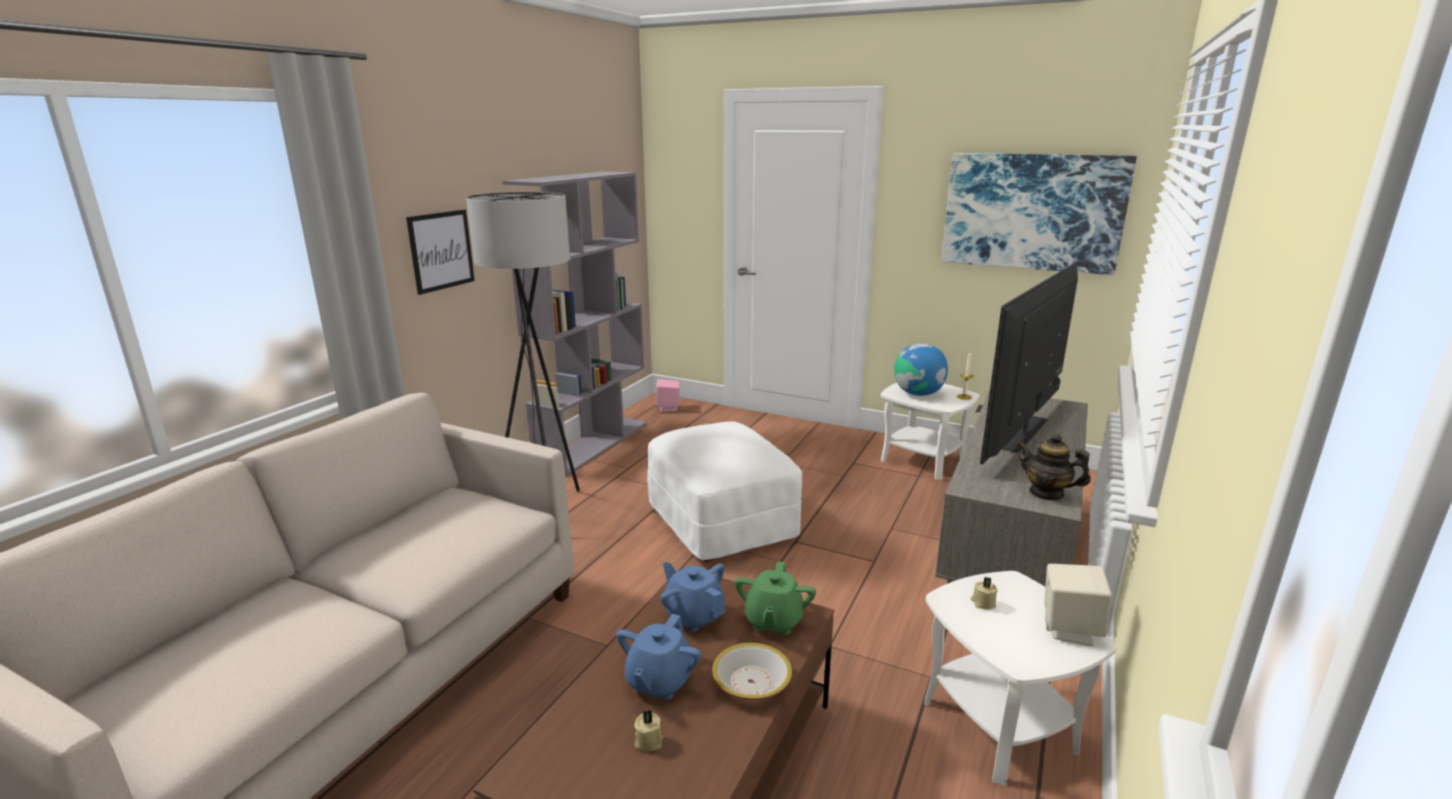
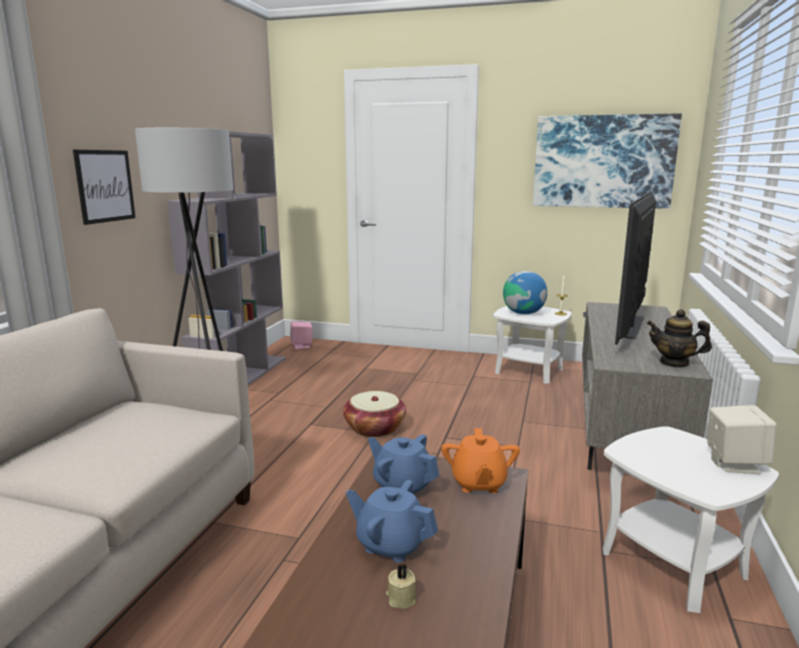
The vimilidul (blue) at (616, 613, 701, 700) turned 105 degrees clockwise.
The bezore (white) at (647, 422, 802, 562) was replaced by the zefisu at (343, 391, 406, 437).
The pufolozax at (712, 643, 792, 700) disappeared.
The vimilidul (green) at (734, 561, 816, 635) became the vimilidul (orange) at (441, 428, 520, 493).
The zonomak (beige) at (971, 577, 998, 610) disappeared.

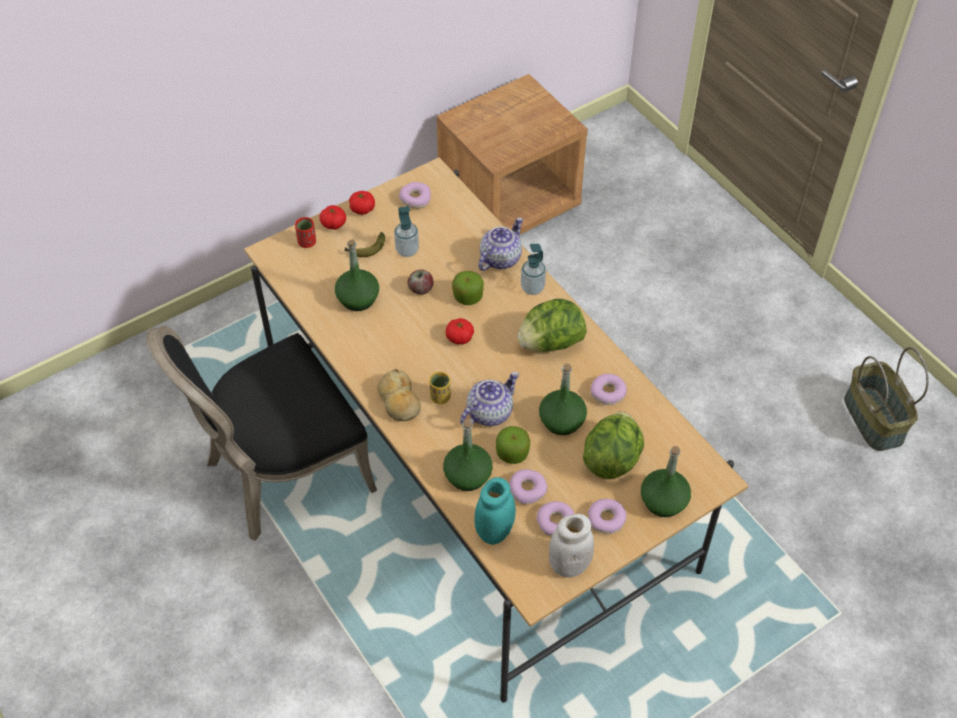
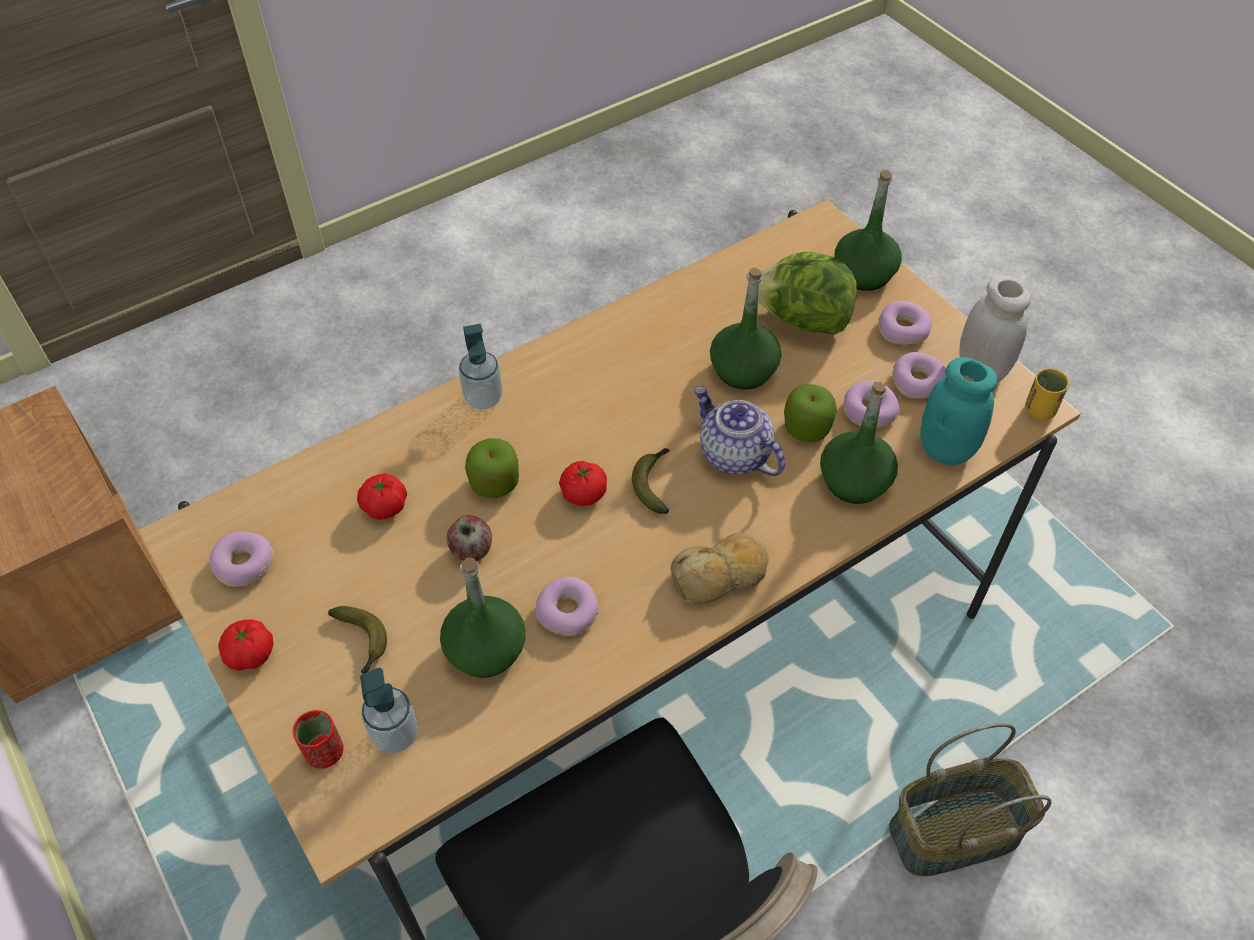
The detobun moved from (320, 205, 346, 230) to (357, 474, 407, 520).
The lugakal moved from (394, 206, 419, 257) to (360, 668, 418, 753).
The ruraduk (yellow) moved from (429, 372, 451, 404) to (1025, 368, 1069, 420).
The vimilidul at (478, 217, 523, 271) disappeared.
The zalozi at (517, 299, 586, 352) disappeared.
The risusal moved from (591, 374, 627, 405) to (535, 577, 598, 636).
The zefisu moved from (844, 347, 929, 451) to (889, 723, 1052, 876).
The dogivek at (632, 448, 669, 514) appeared.

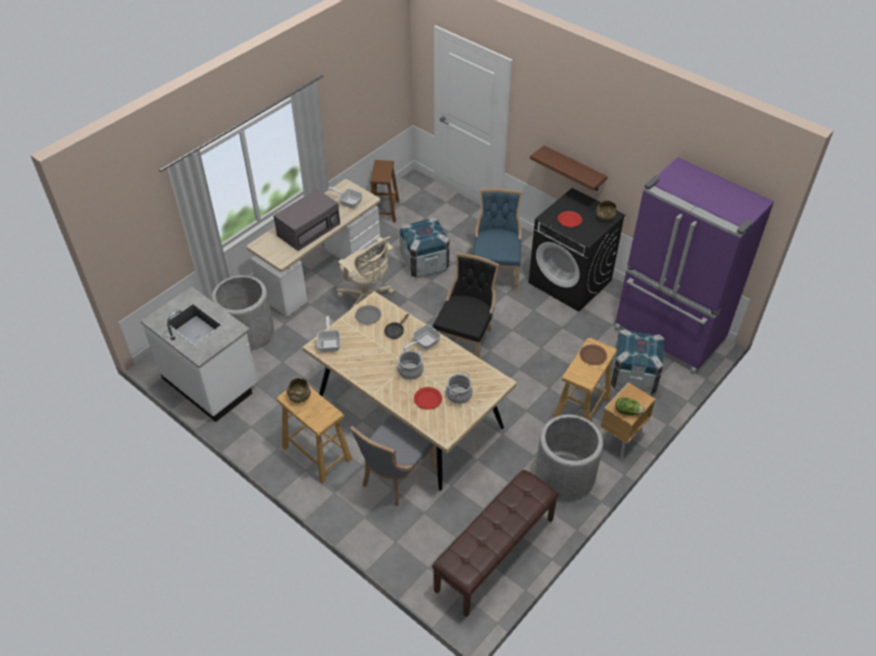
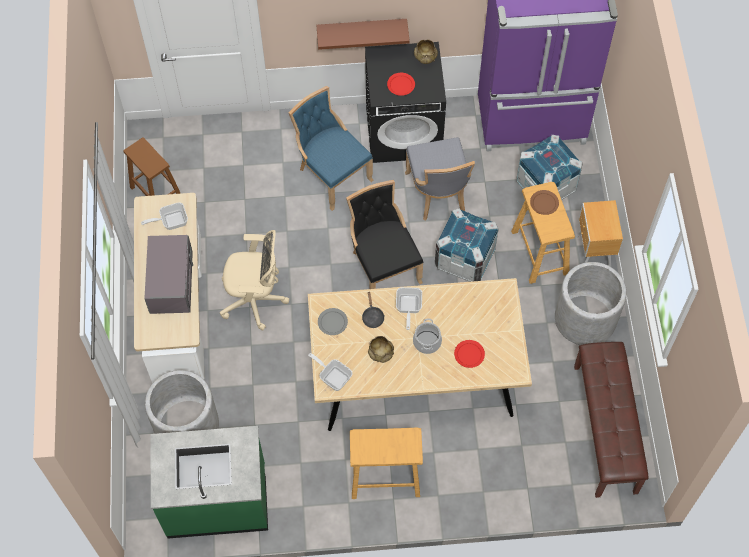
The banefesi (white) at (141, 286, 258, 422) became the banefesi (green) at (150, 426, 268, 538).
The pufolozax (beige) moved from (286, 378, 311, 403) to (368, 336, 394, 363).
The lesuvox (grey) moved from (350, 414, 437, 506) to (405, 137, 475, 221).
The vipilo moved from (400, 218, 449, 278) to (435, 208, 498, 282).
The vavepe at (446, 372, 473, 404) disappeared.
The zalozi at (615, 397, 645, 416) disappeared.

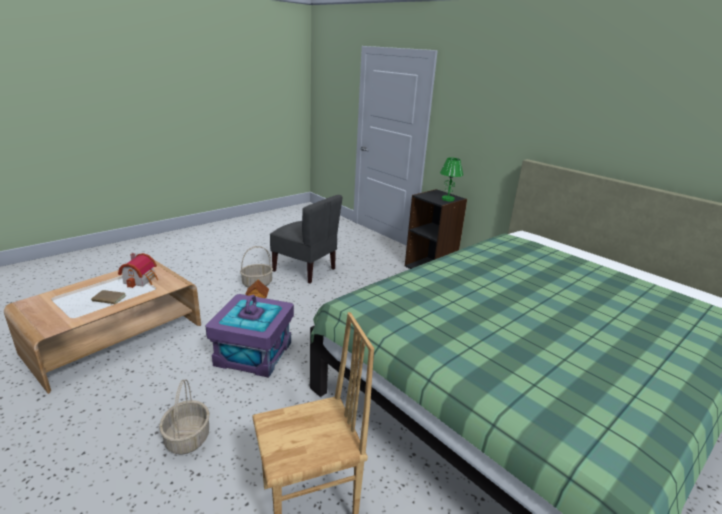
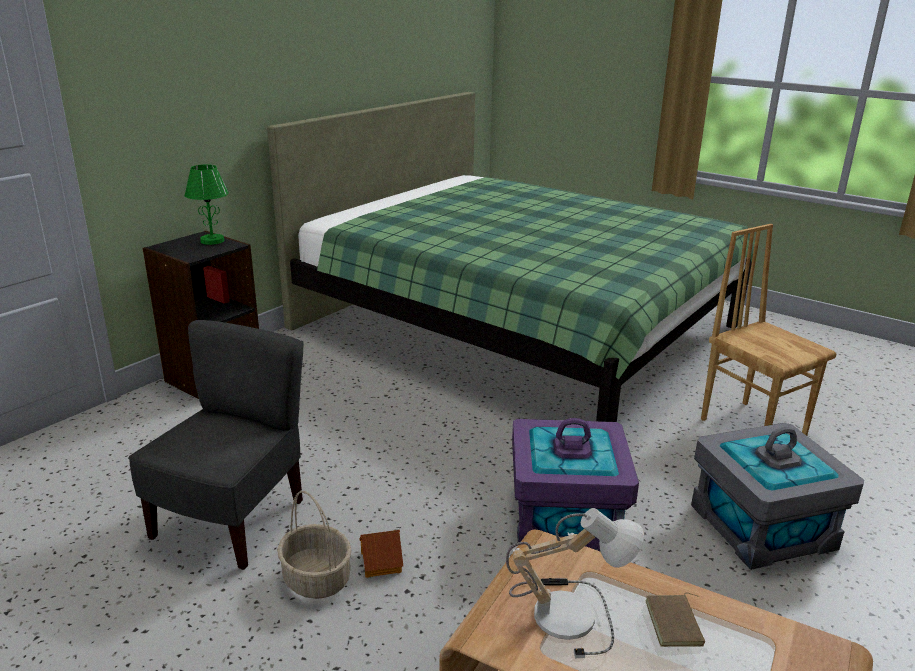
The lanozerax at (118, 253, 158, 288) was replaced by the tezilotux at (506, 508, 644, 658).
The zefisu at (159, 379, 210, 455) was replaced by the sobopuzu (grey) at (691, 423, 864, 570).

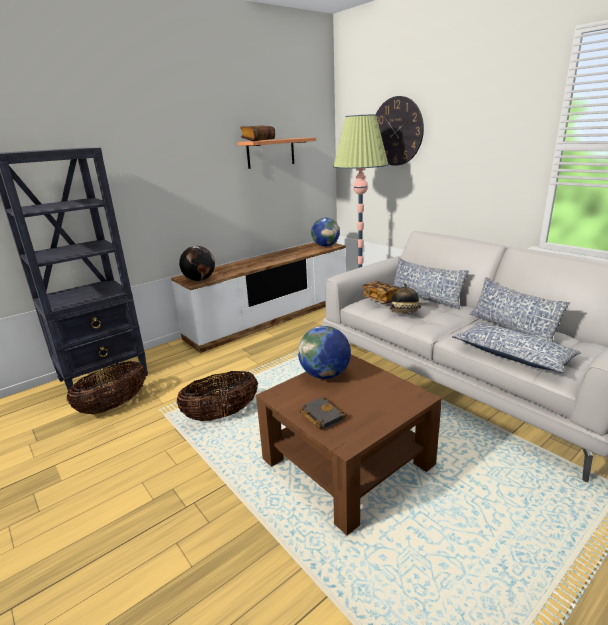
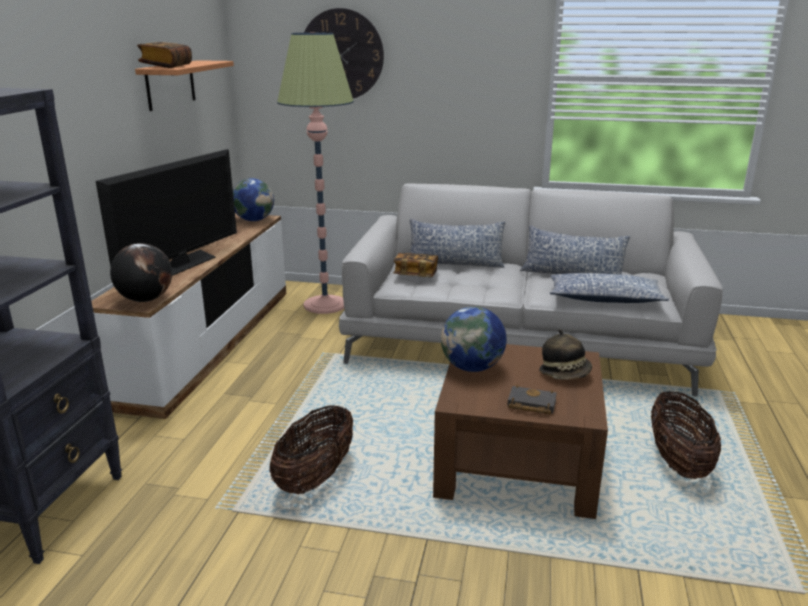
The zefisu moved from (67, 361, 146, 415) to (651, 391, 721, 479).
The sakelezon moved from (390, 283, 422, 314) to (539, 329, 592, 380).
The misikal at (96, 149, 237, 276) appeared.

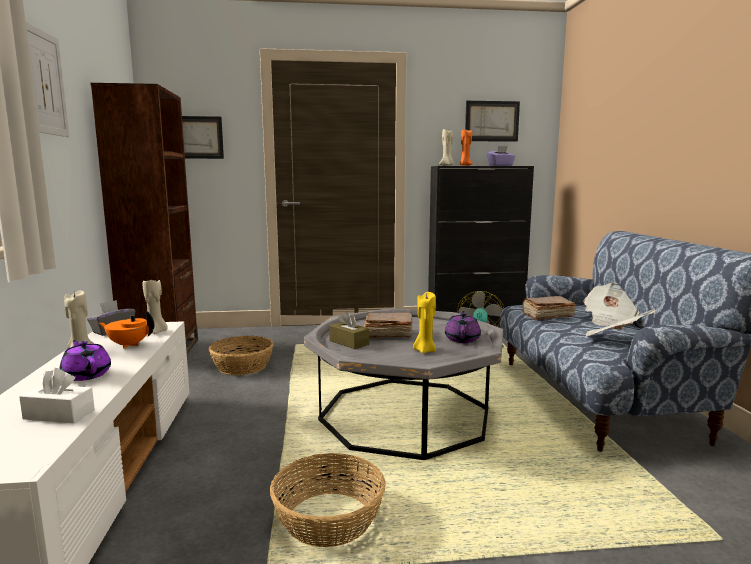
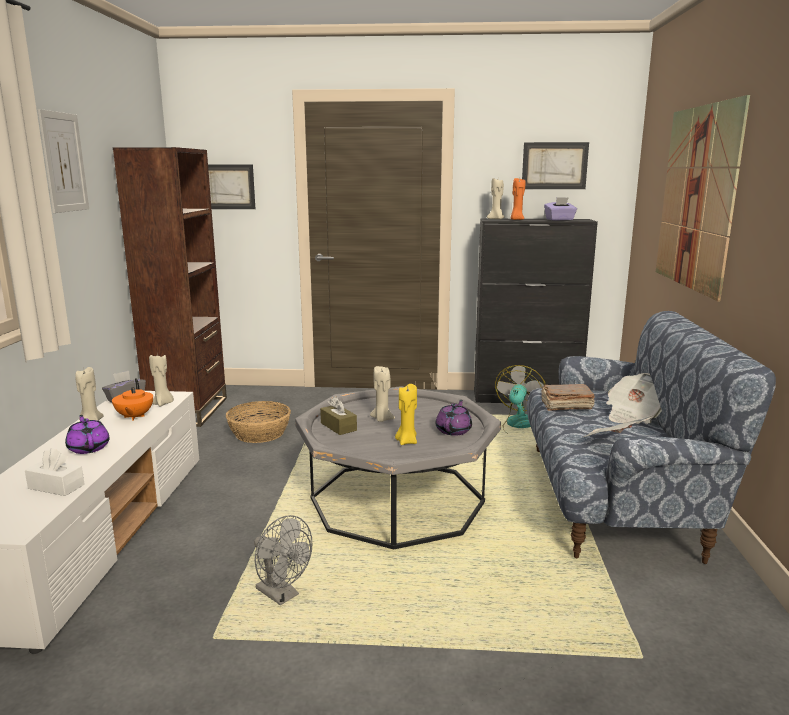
The vimilidul (orange) at (99, 311, 154, 348) turned 120 degrees counterclockwise.
The zefisu at (270, 453, 386, 547) was replaced by the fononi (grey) at (254, 515, 312, 605).
The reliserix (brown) at (364, 313, 413, 338) was replaced by the zonomak (beige) at (370, 366, 395, 422).
The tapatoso at (656, 95, 750, 302) appeared.

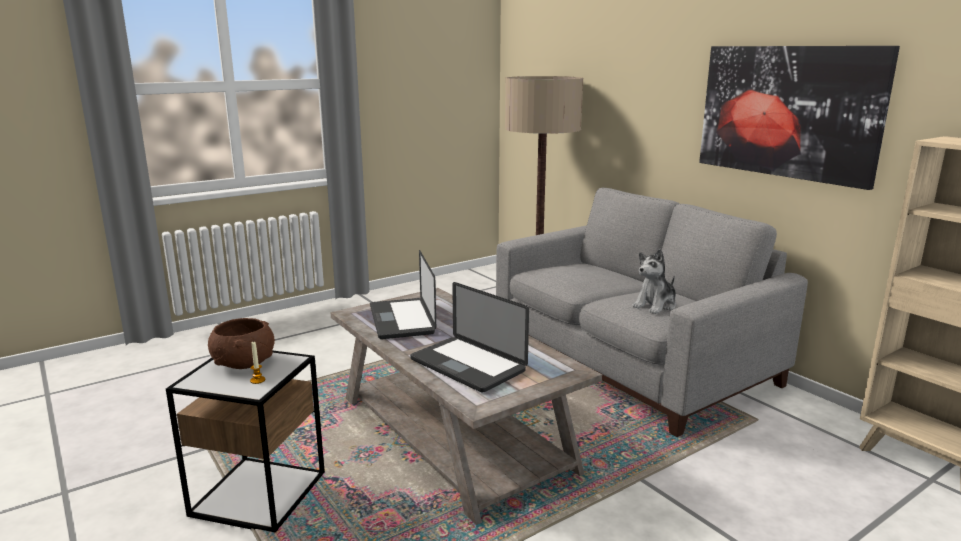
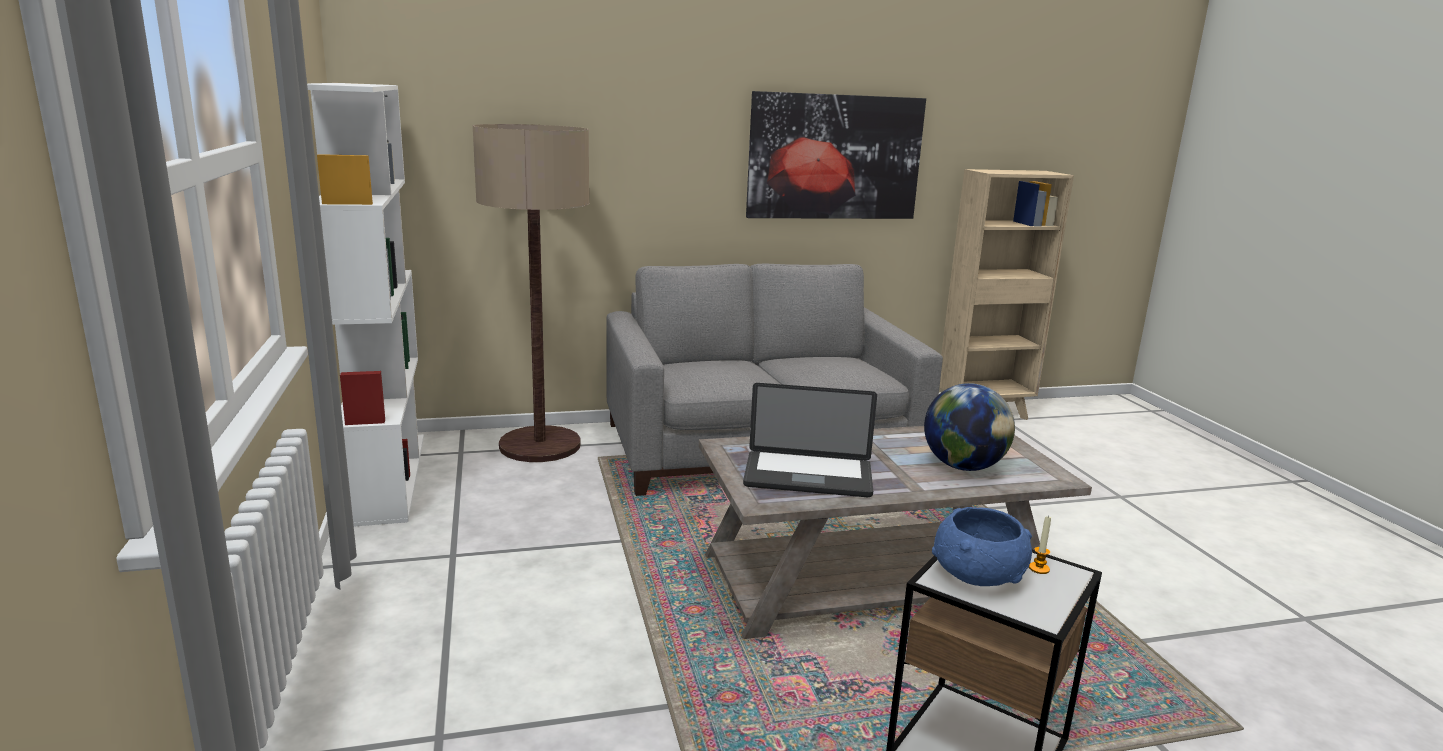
The pufolozax (brown) at (208, 318, 275, 369) became the pufolozax (blue) at (932, 507, 1032, 586).
The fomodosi at (410, 282, 529, 393) was replaced by the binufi at (924, 383, 1015, 471).
The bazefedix at (632, 249, 676, 314) disappeared.
The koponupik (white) at (307, 83, 424, 526) appeared.

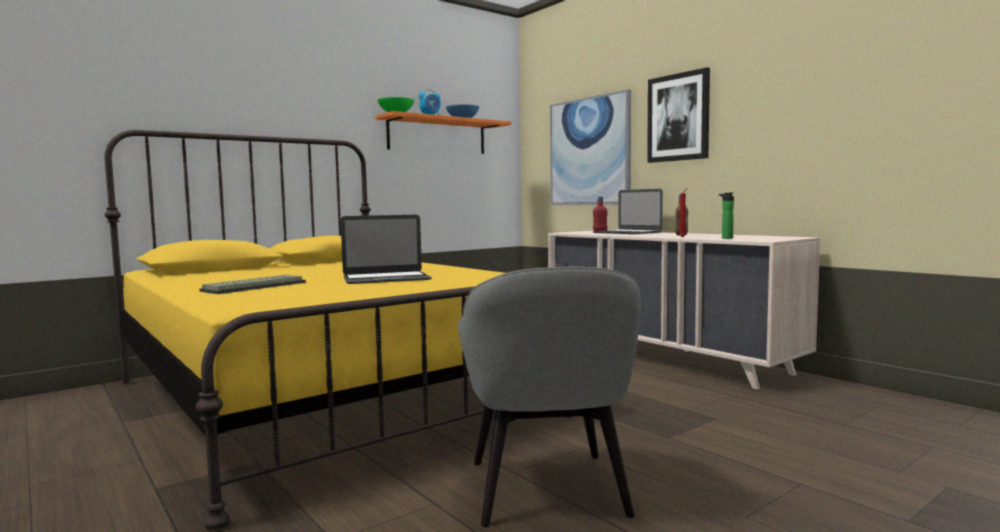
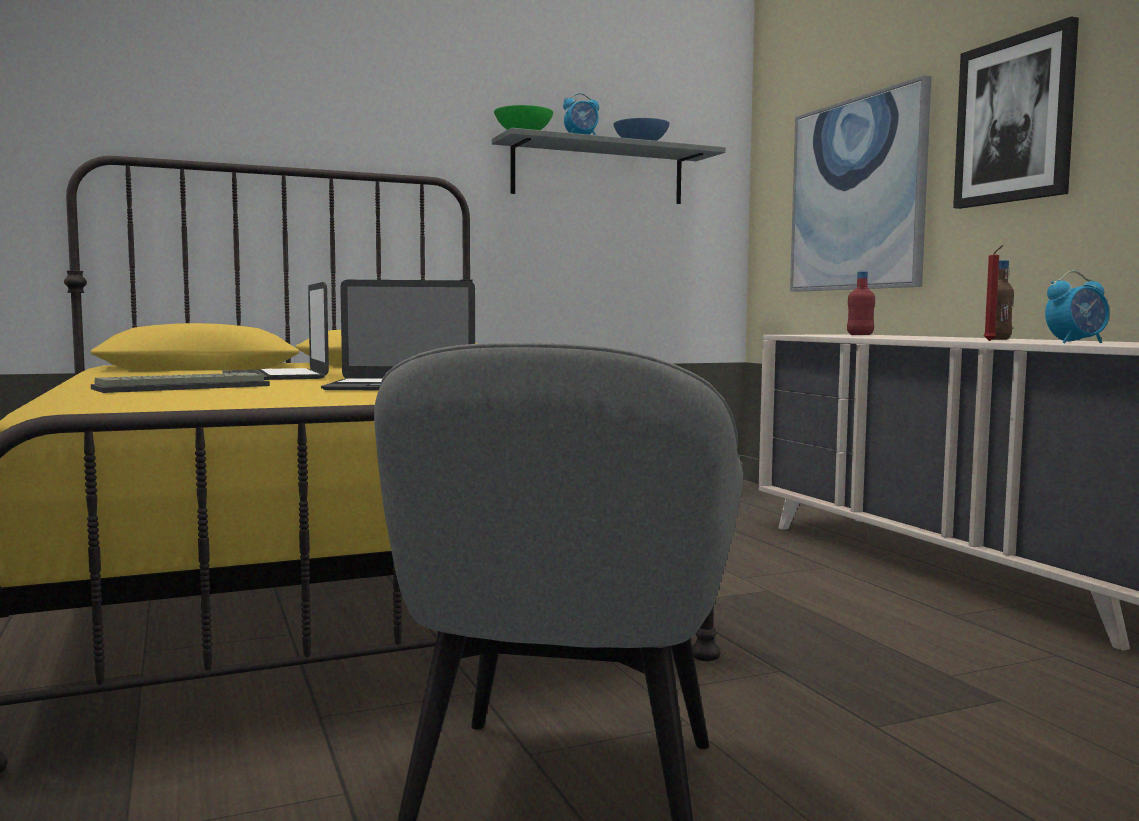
The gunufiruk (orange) at (375, 111, 512, 154) became the gunufiruk (grey) at (492, 128, 726, 204).
The fomodosi moved from (592, 189, 663, 234) to (222, 282, 329, 380).
The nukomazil at (719, 193, 734, 239) was replaced by the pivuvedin at (1045, 271, 1109, 343).

